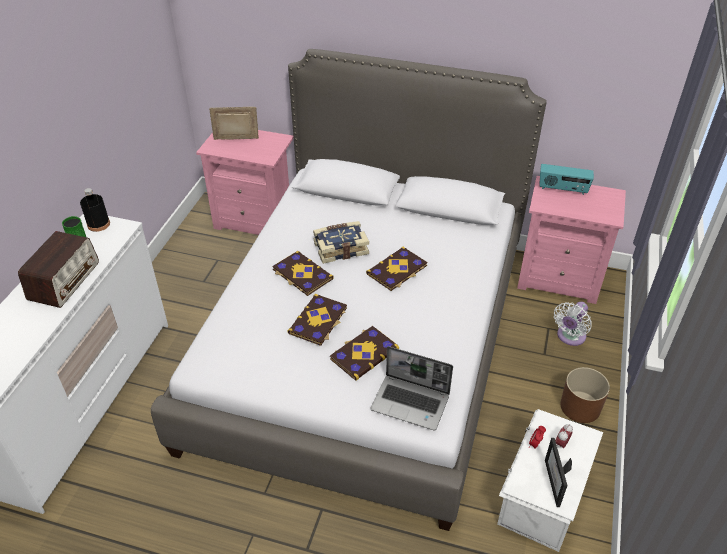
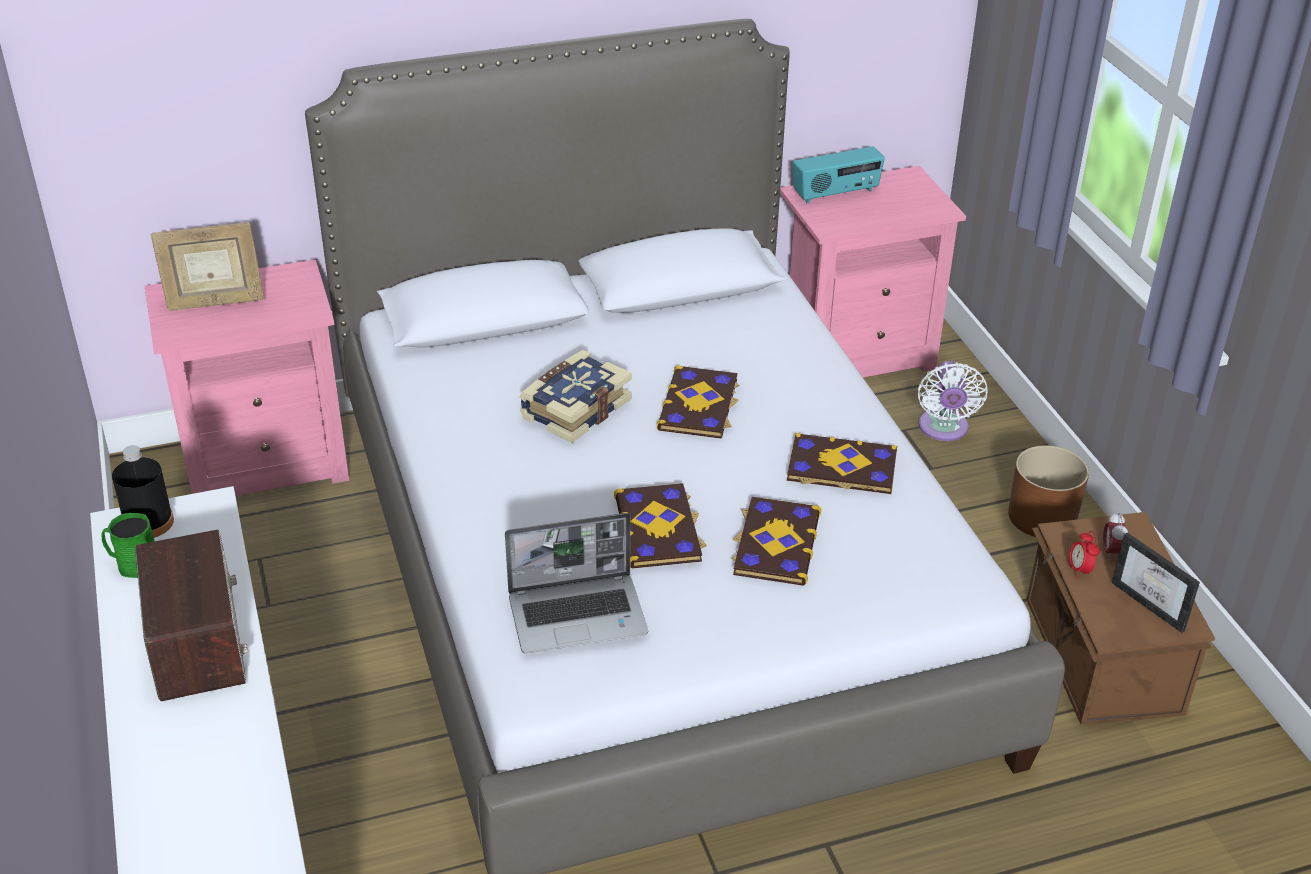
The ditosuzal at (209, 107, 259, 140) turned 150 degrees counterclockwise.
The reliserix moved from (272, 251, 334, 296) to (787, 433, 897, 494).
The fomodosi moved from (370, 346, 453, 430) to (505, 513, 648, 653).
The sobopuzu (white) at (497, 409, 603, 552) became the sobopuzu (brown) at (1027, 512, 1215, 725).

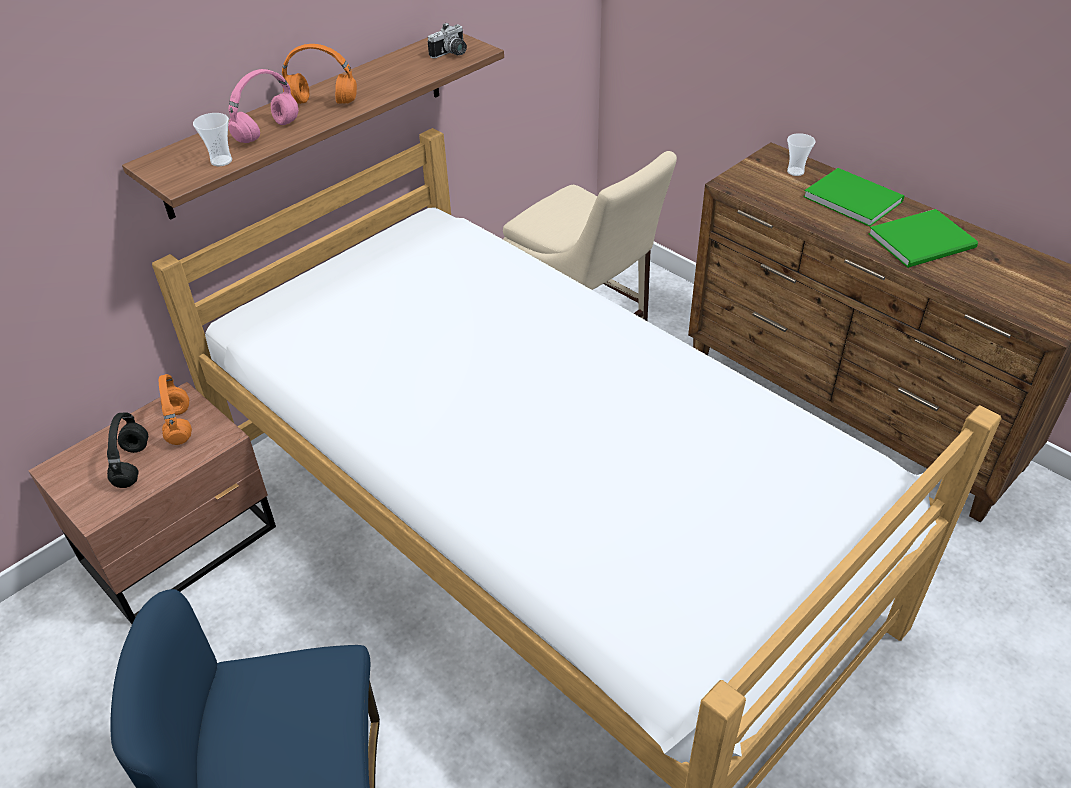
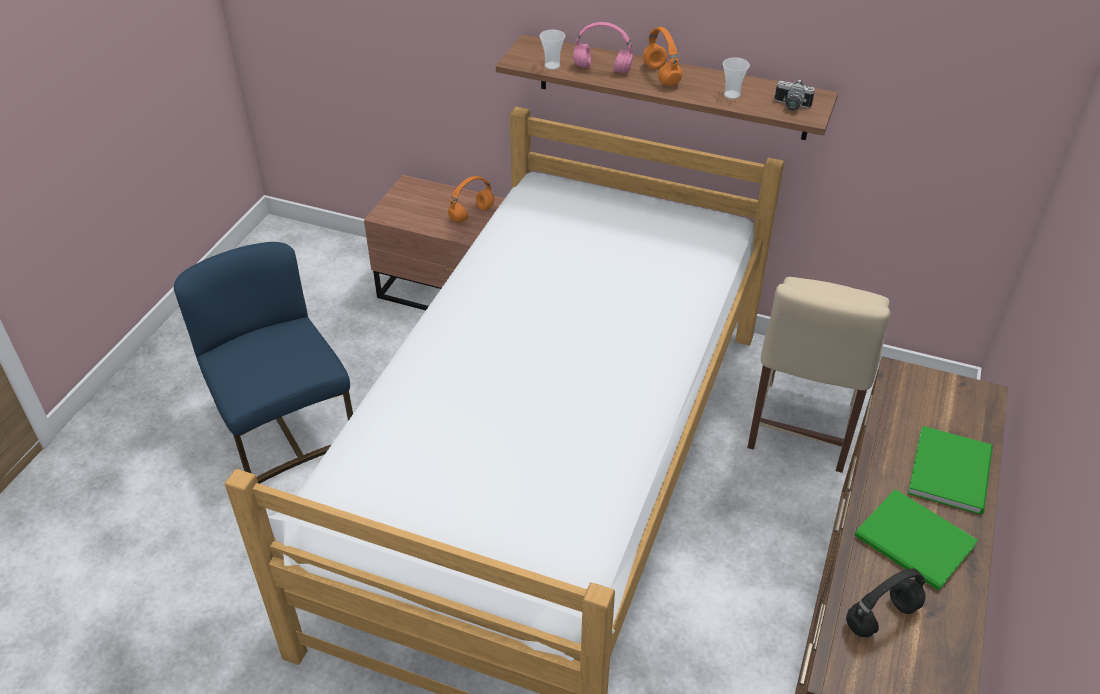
The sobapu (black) moved from (107, 412, 148, 488) to (846, 568, 926, 637).
The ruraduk moved from (787, 133, 816, 176) to (723, 58, 750, 99).

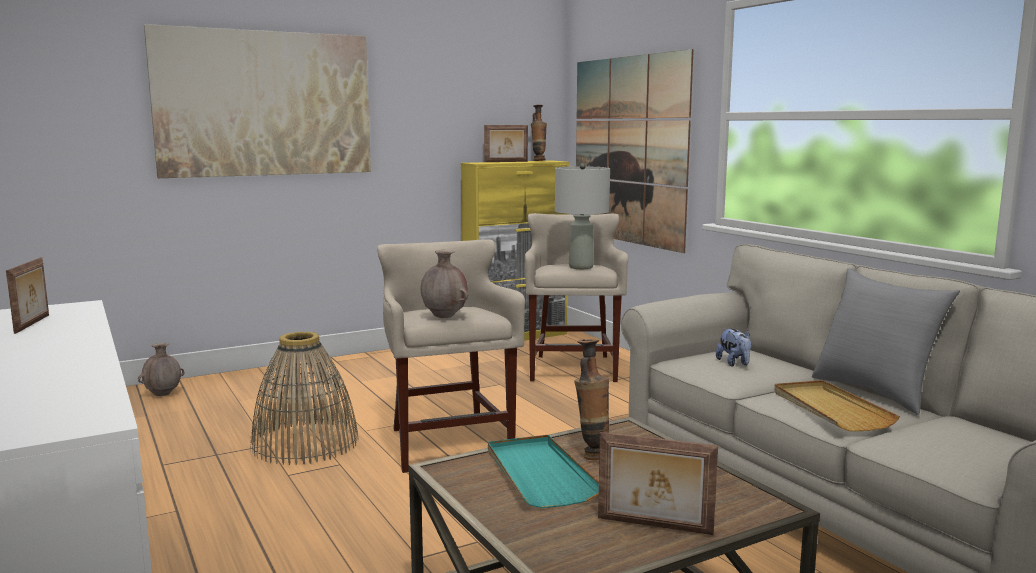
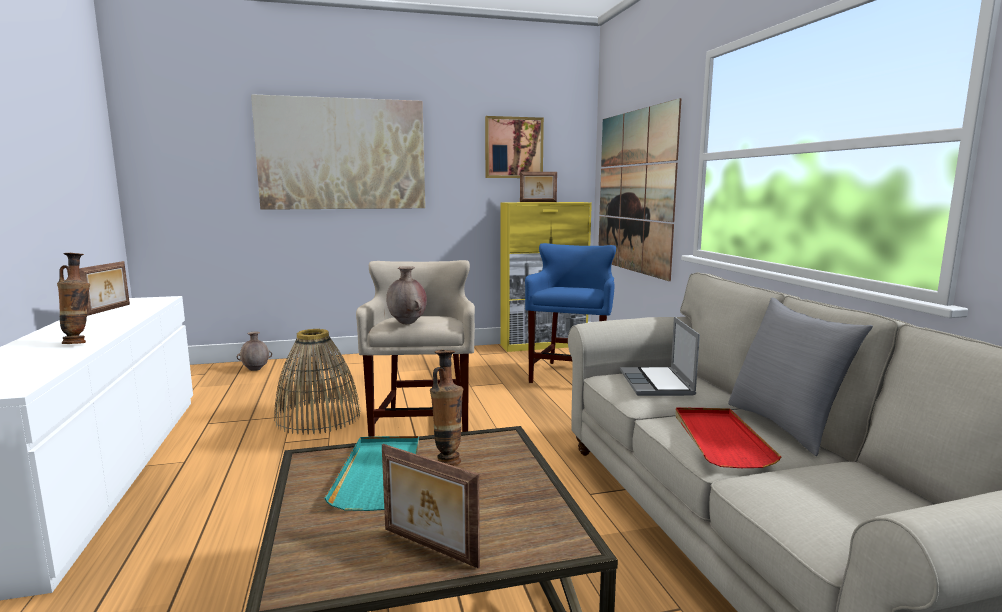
The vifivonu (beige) at (525, 213, 628, 382) became the vifivonu (blue) at (525, 243, 616, 383).
The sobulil moved from (531, 105, 547, 161) to (57, 253, 90, 344).
The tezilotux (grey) at (555, 164, 610, 269) disappeared.
The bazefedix at (716, 329, 752, 367) was replaced by the fomodosi at (620, 317, 700, 396).
The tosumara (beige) at (774, 380, 900, 432) became the tosumara (red) at (675, 407, 781, 468).
The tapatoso at (485, 116, 544, 178) appeared.

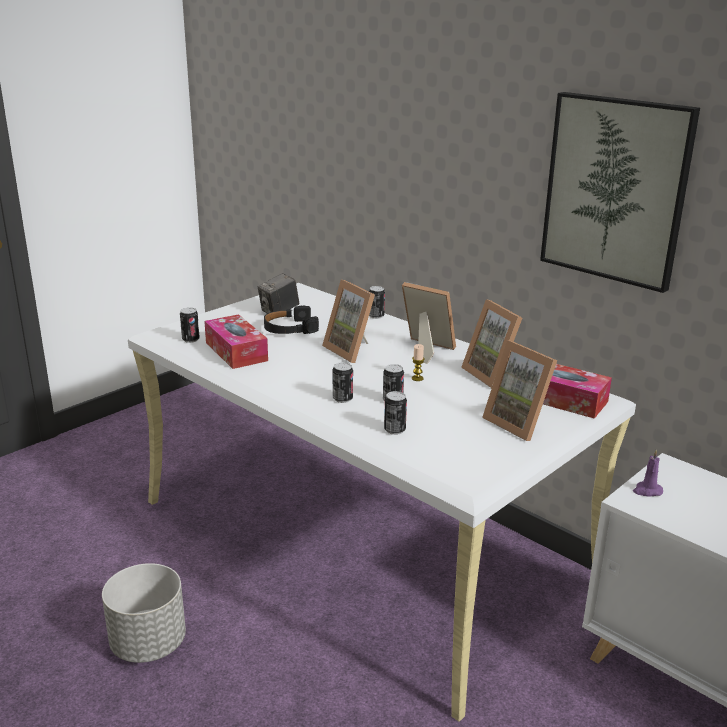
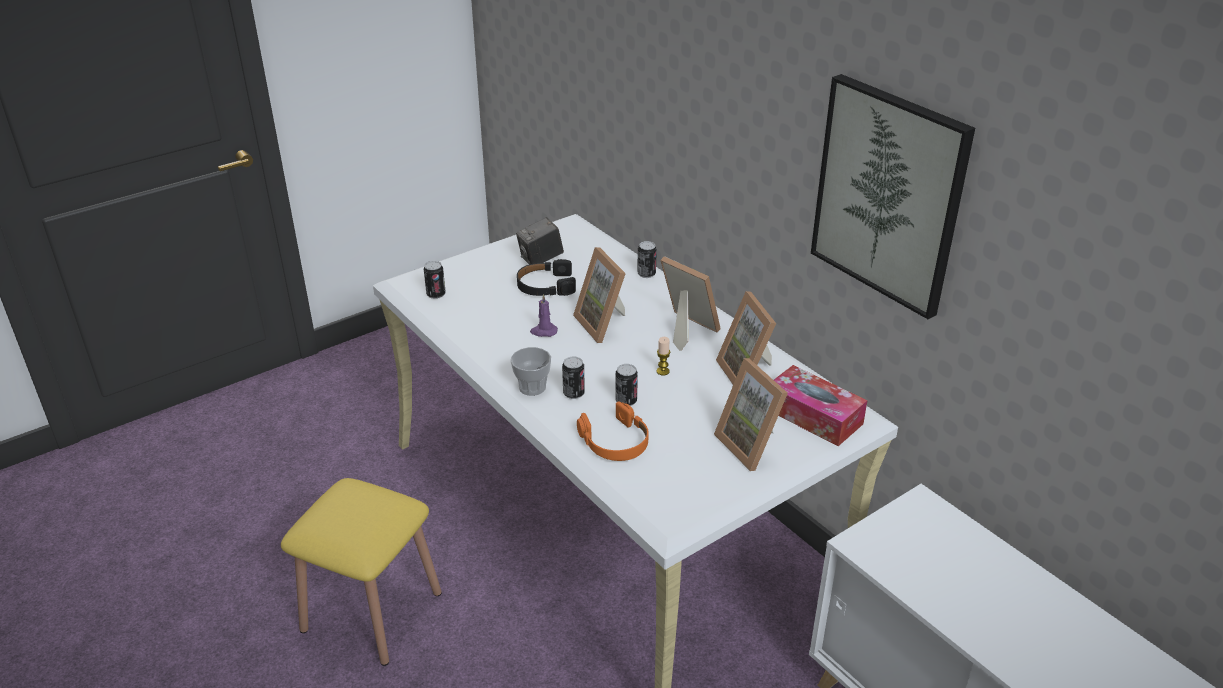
The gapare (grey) at (102, 563, 186, 663) was replaced by the vifivonu (yellow) at (281, 478, 442, 666).
The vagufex at (204, 314, 268, 369) disappeared.
The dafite at (384, 391, 407, 435) was replaced by the sobapu (orange) at (577, 401, 649, 461).
The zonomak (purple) moved from (633, 450, 663, 497) to (530, 294, 558, 337).
The ruraduk at (511, 347, 551, 396) appeared.

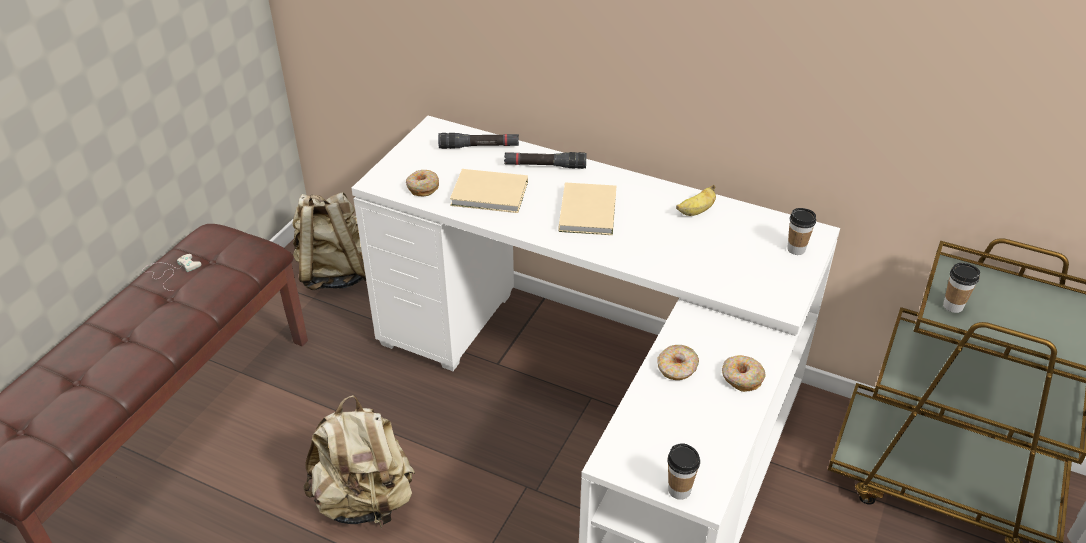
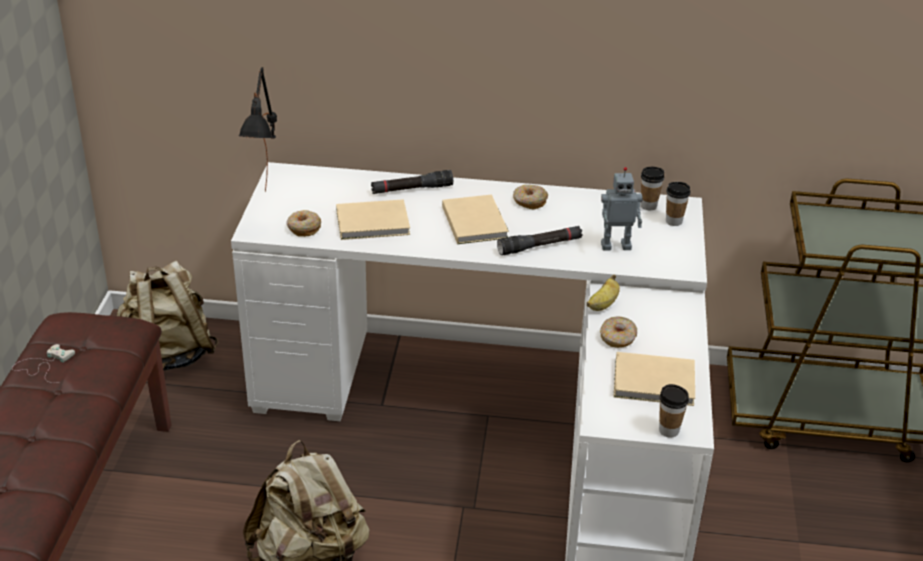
The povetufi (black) moved from (438, 133, 519, 149) to (497, 226, 582, 255).
The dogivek moved from (676, 185, 716, 216) to (587, 275, 620, 311).
The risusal moved from (722, 355, 766, 392) to (513, 185, 548, 210).
The ruraduk moved from (943, 263, 980, 313) to (641, 167, 665, 210).
The tezilotux (black) at (239, 67, 277, 192) appeared.
The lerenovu at (601, 167, 643, 251) appeared.
The reliserix (beige) at (613, 352, 695, 406) appeared.

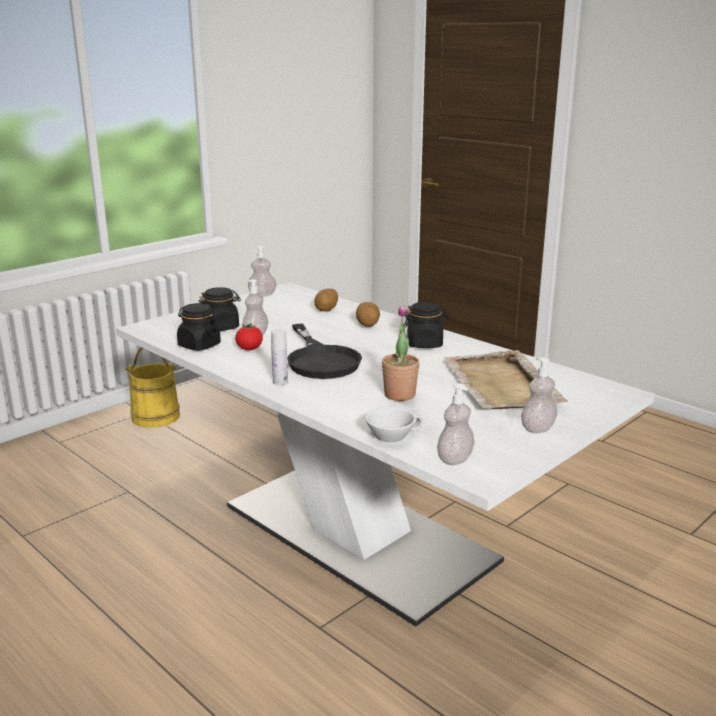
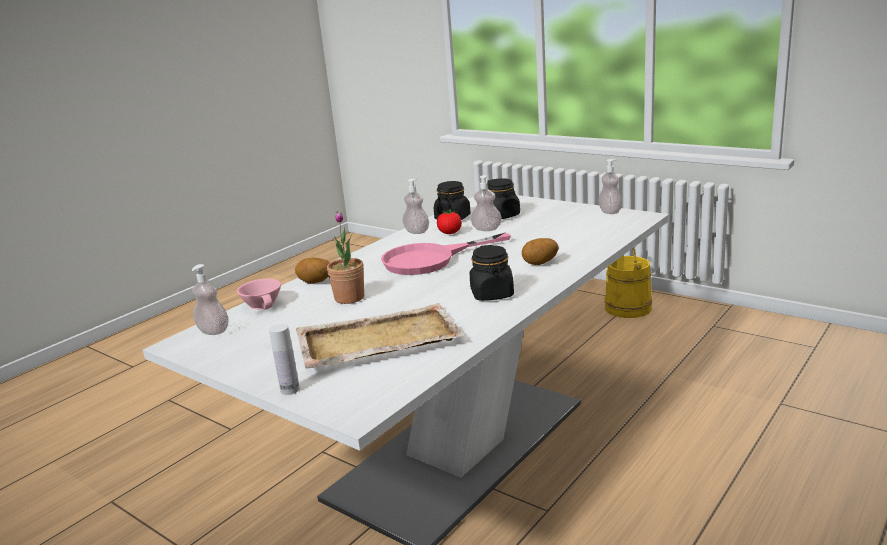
The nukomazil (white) moved from (271, 329, 288, 385) to (269, 324, 300, 395).
The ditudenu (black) at (287, 324, 362, 379) became the ditudenu (pink) at (381, 233, 511, 275).
The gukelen moved from (314, 289, 338, 312) to (295, 258, 330, 284).
The ruraduk (white) at (365, 407, 422, 444) became the ruraduk (pink) at (237, 279, 281, 309).
The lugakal moved from (521, 357, 557, 433) to (402, 179, 429, 234).

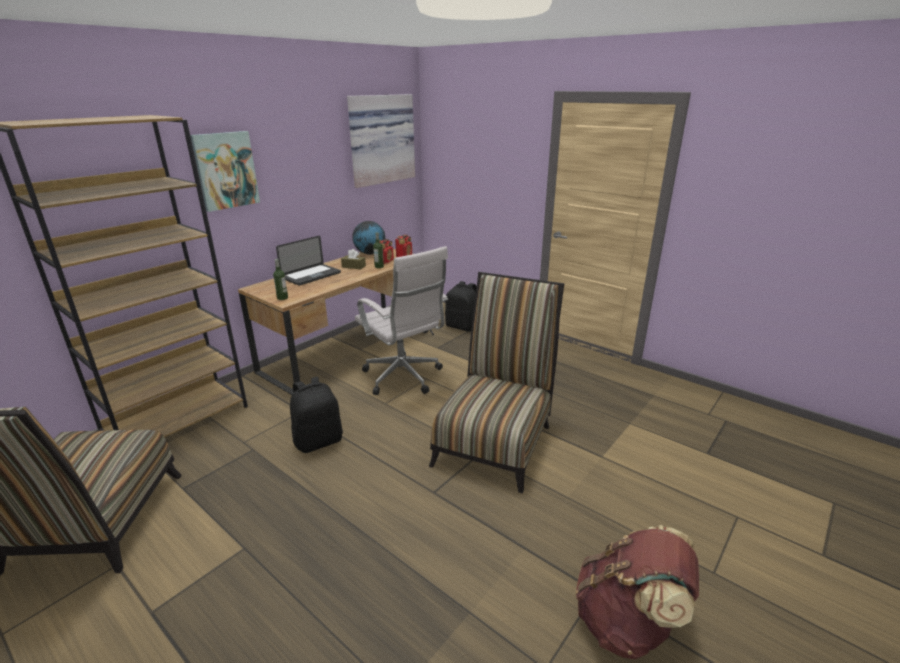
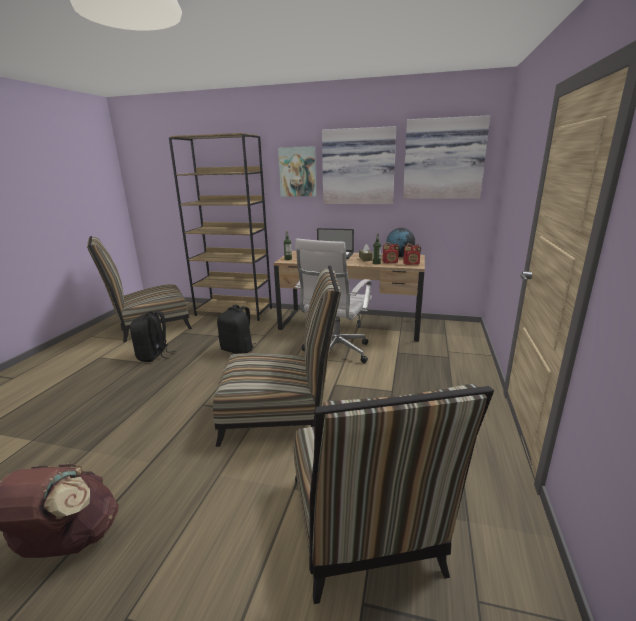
The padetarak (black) moved from (445, 281, 477, 332) to (130, 311, 175, 362).
The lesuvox at (294, 384, 494, 604) appeared.
The tapatoso at (322, 126, 396, 204) appeared.

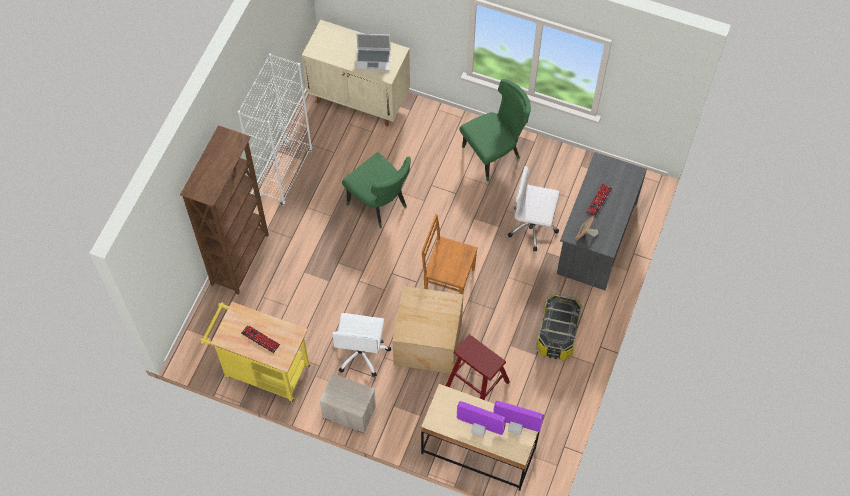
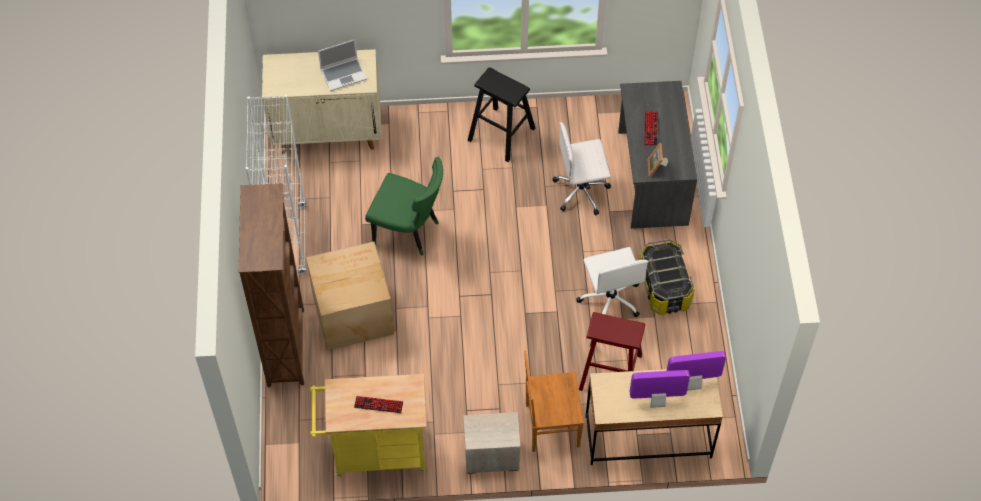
The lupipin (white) moved from (332, 313, 391, 377) to (577, 247, 648, 317).
The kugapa moved from (392, 286, 463, 374) to (306, 242, 394, 350).
The lesuvox (brown) moved from (422, 214, 478, 294) to (524, 350, 584, 452).
The lesuvox (green) at (460, 79, 531, 181) was replaced by the vifivonu (black) at (468, 68, 535, 162).

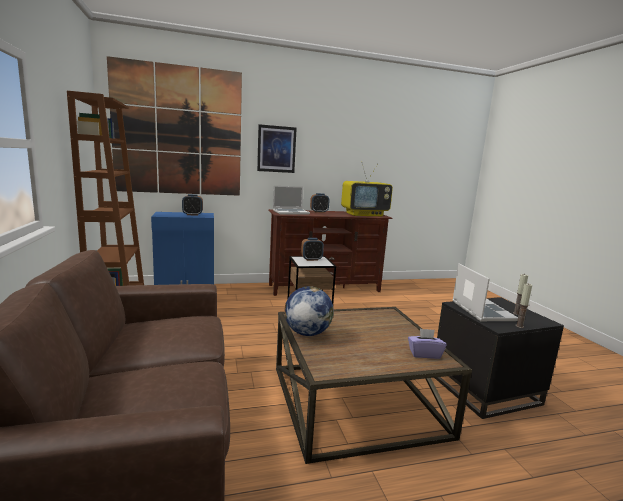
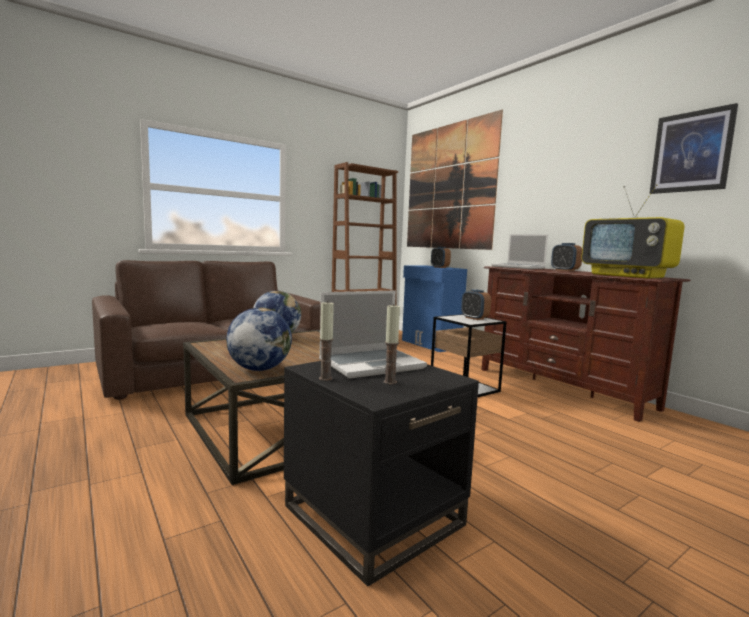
The tapatoso moved from (257, 124, 297, 173) to (649, 103, 738, 194).
The vagufex (purple) at (408, 328, 447, 359) was replaced by the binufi at (226, 307, 292, 371).

